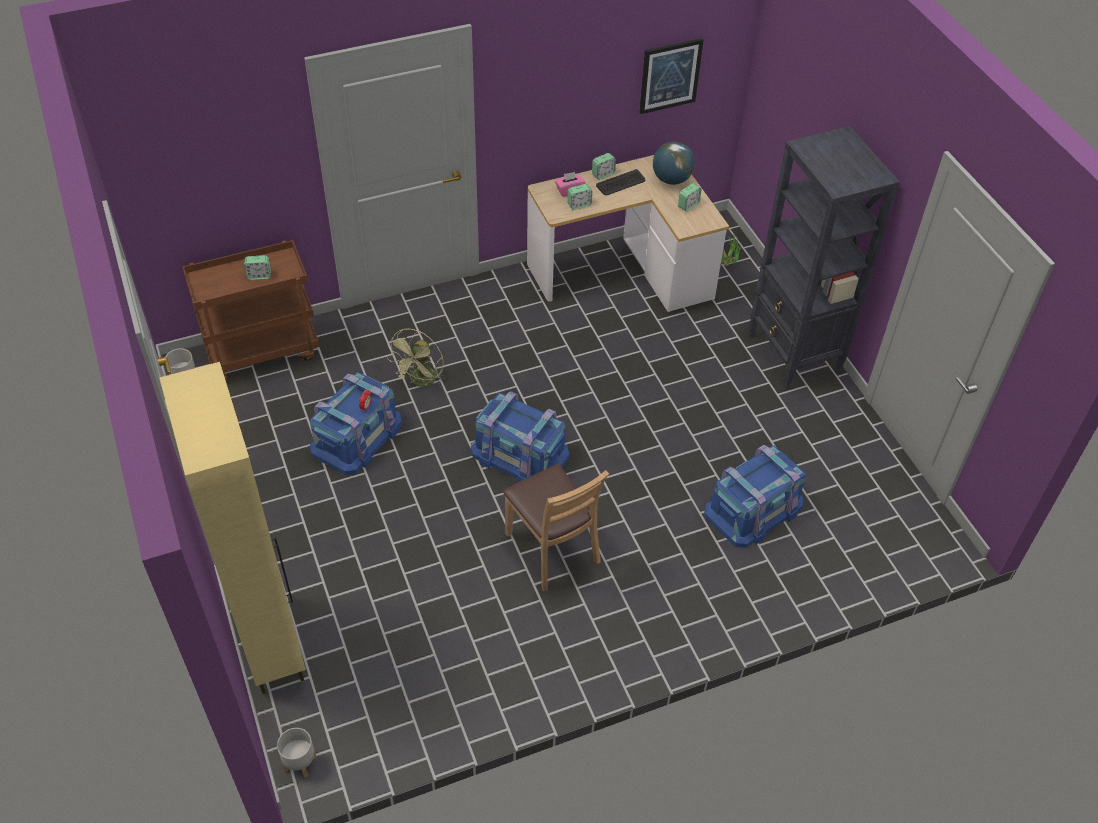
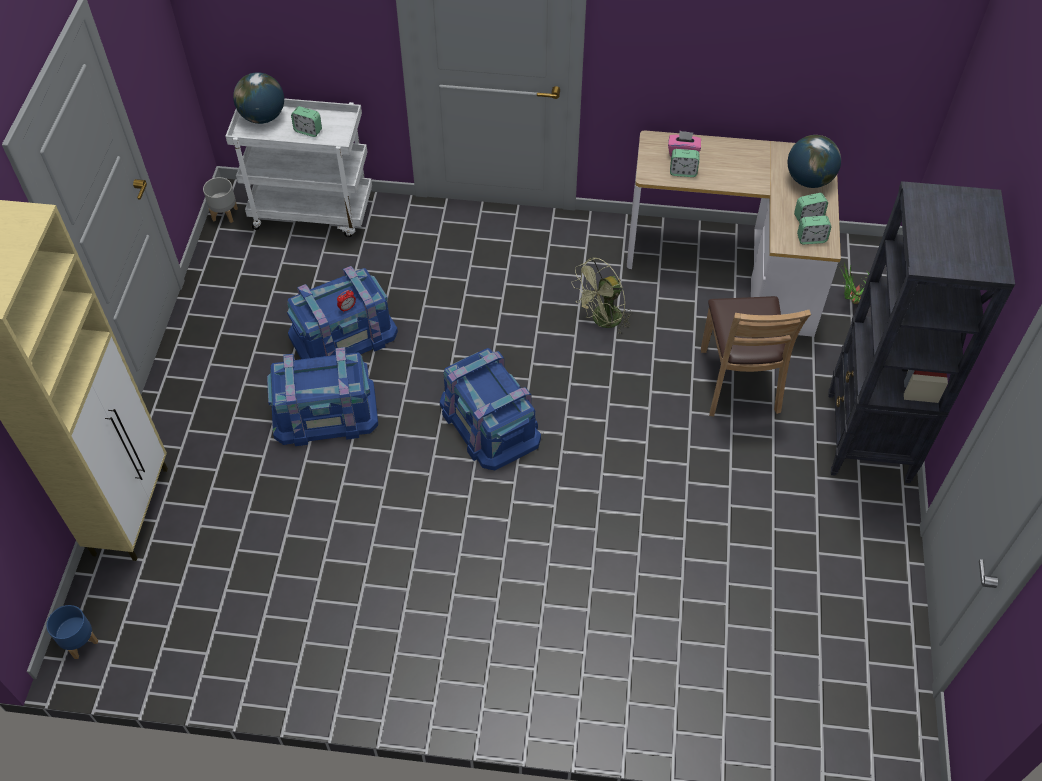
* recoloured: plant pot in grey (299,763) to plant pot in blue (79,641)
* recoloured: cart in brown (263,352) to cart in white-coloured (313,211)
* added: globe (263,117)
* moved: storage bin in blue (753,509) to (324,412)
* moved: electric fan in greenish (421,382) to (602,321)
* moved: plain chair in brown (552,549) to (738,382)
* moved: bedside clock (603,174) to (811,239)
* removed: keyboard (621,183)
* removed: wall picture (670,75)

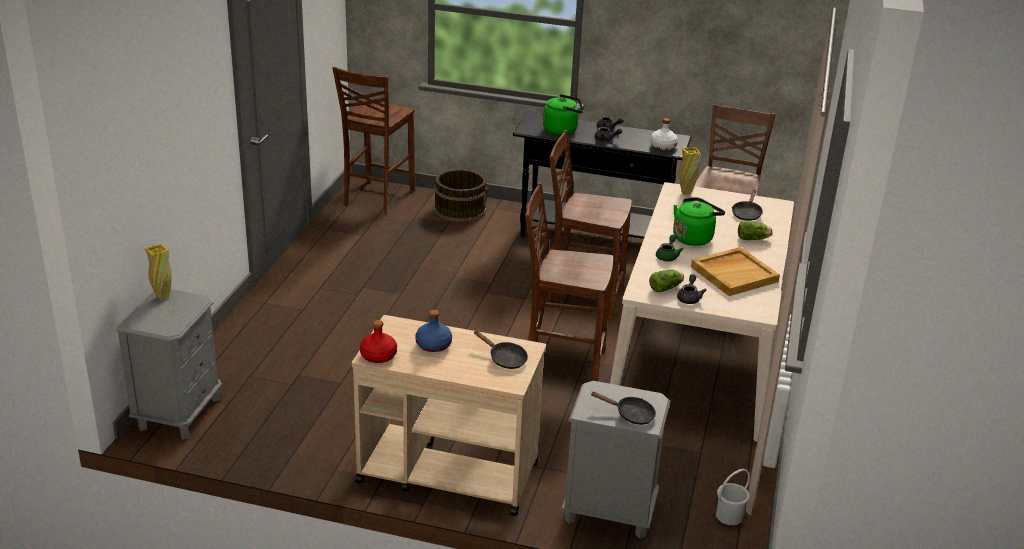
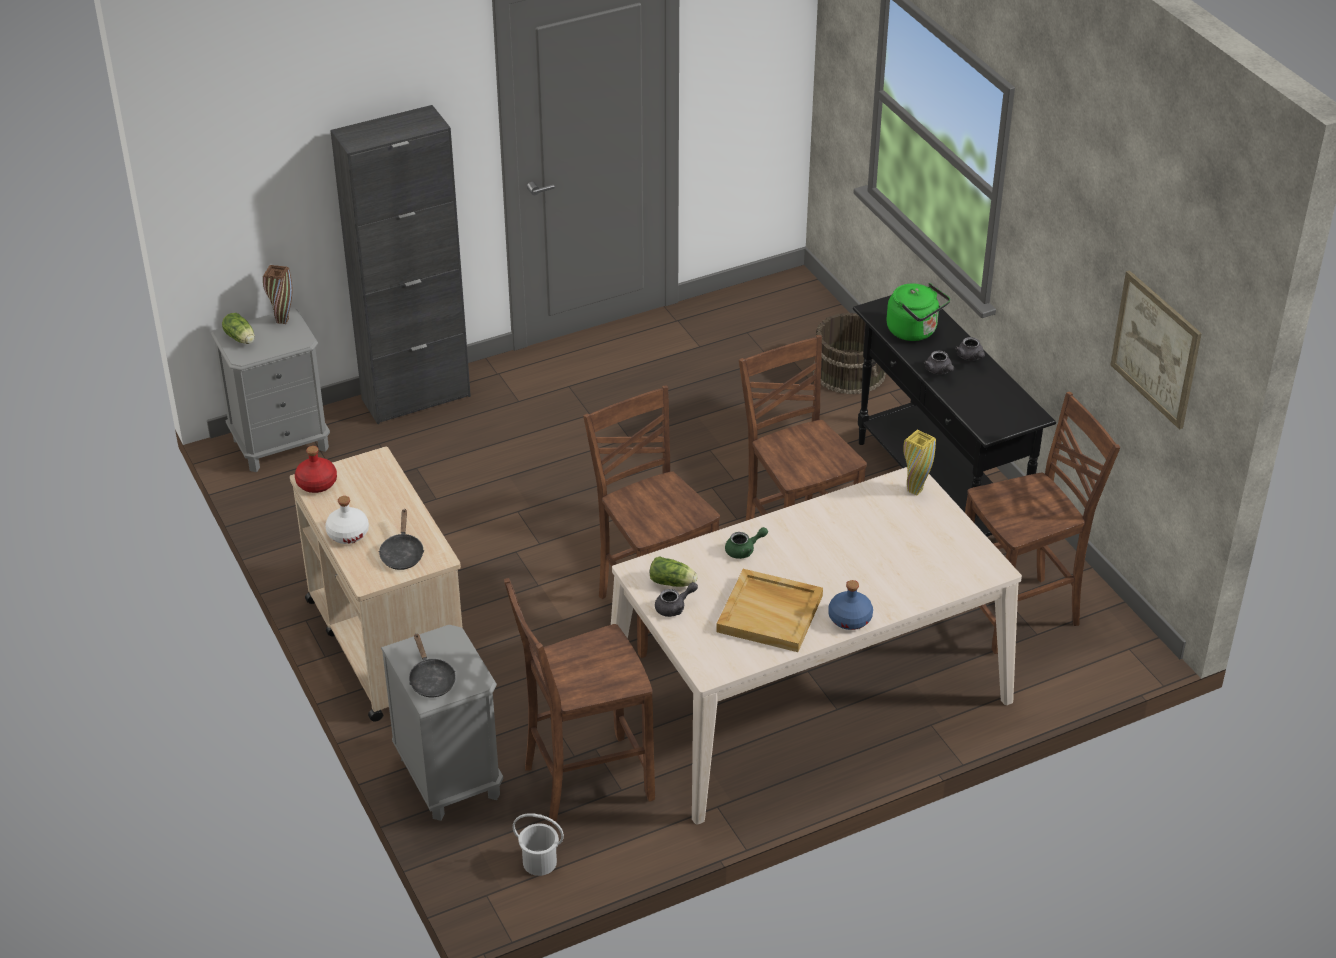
* moved: lettuce head (754,239) to (241,339)
* recoloured: decorative vase in yellowish (162,297) to decorative vase in brown (282,320)
* moved: bottle in white-coloured (662,146) to (348,533)
* added: cabinet in black (416,397)
* moved: plain chair in brown (376,197) to (584,781)
* moved: bottle in blue (434,345) to (850,619)
* added: wall picture (1156,349)
* removed: water kettle in greenish (694,238)
* removed: frying pan in black (747,213)

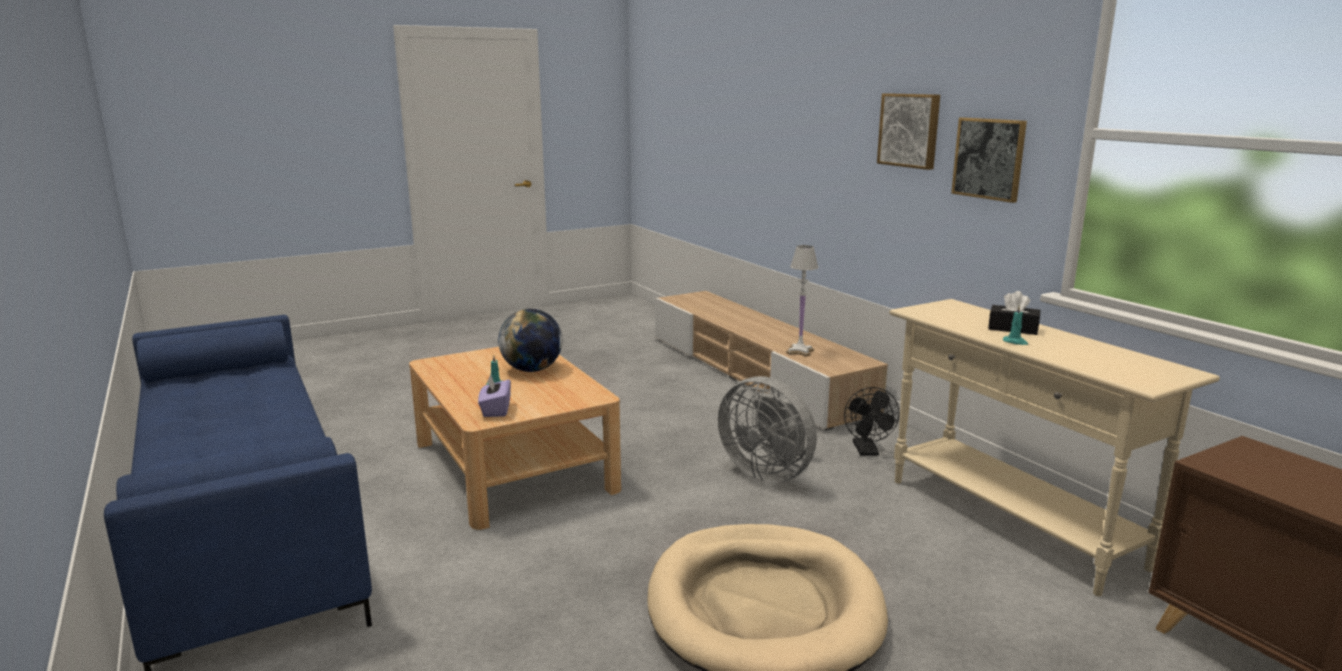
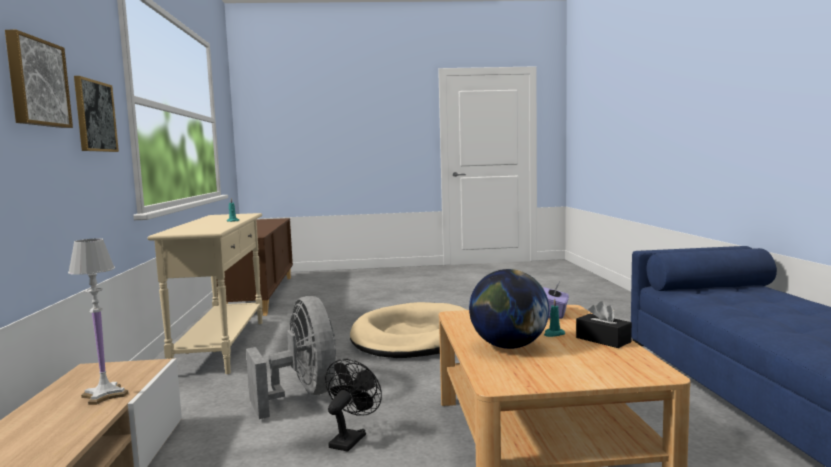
* moved: electric fan in black (867,451) to (350,438)
* moved: box of tissues in black (1013,329) to (603,340)

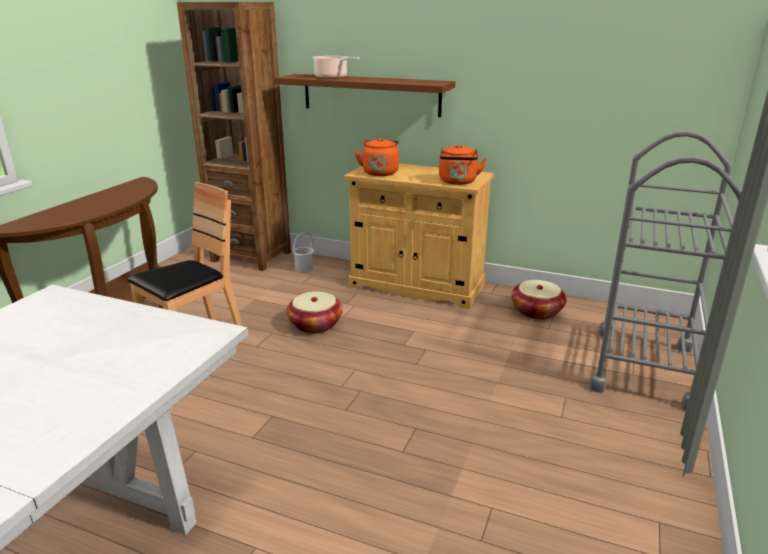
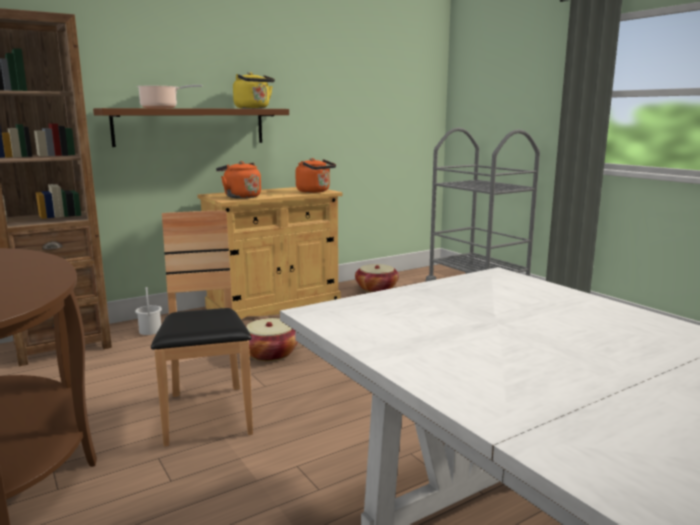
* added: water kettle in yellowish (253,108)

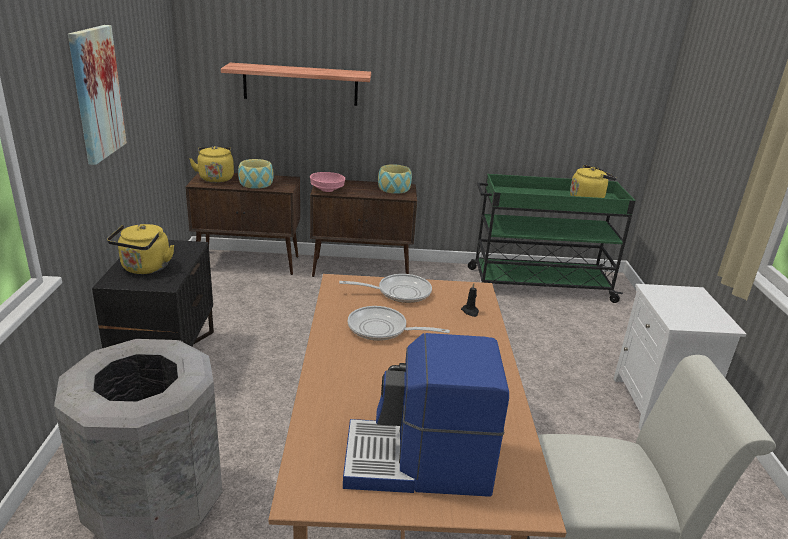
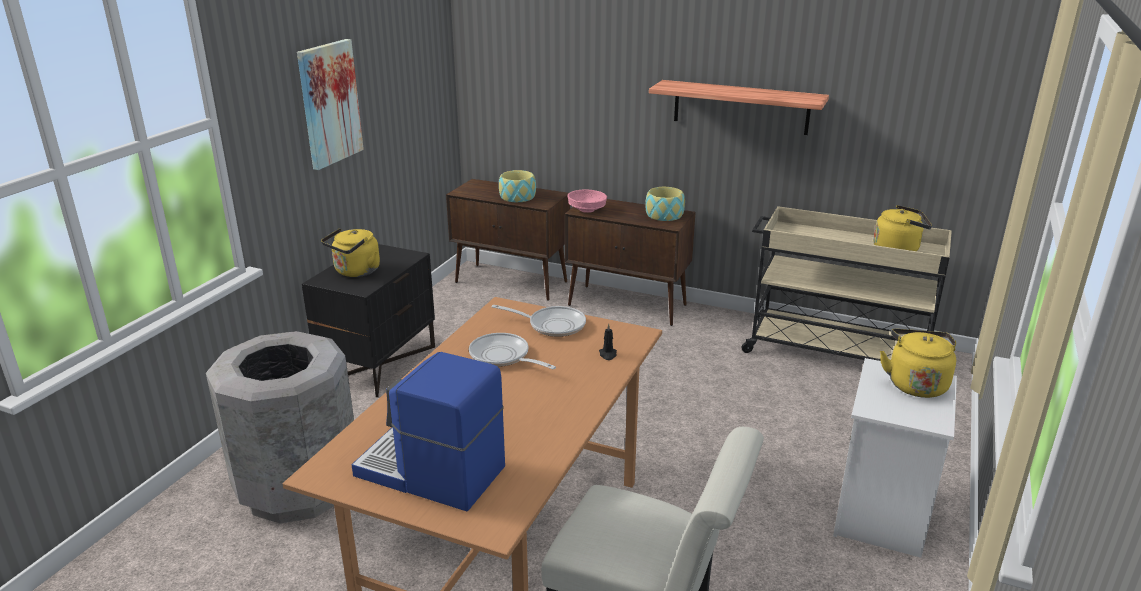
* moved: shelf (300,84) to (741,107)
* recoloured: cart in greenish (538,285) to cart in beige-coloured (835,352)
* moved: water kettle in yellowish (216,178) to (915,383)

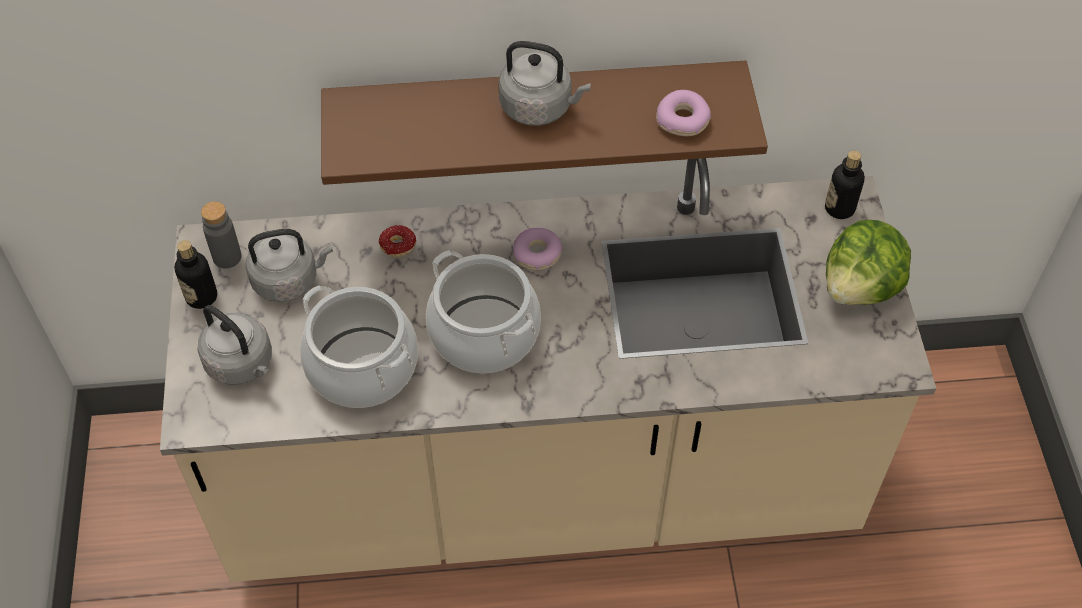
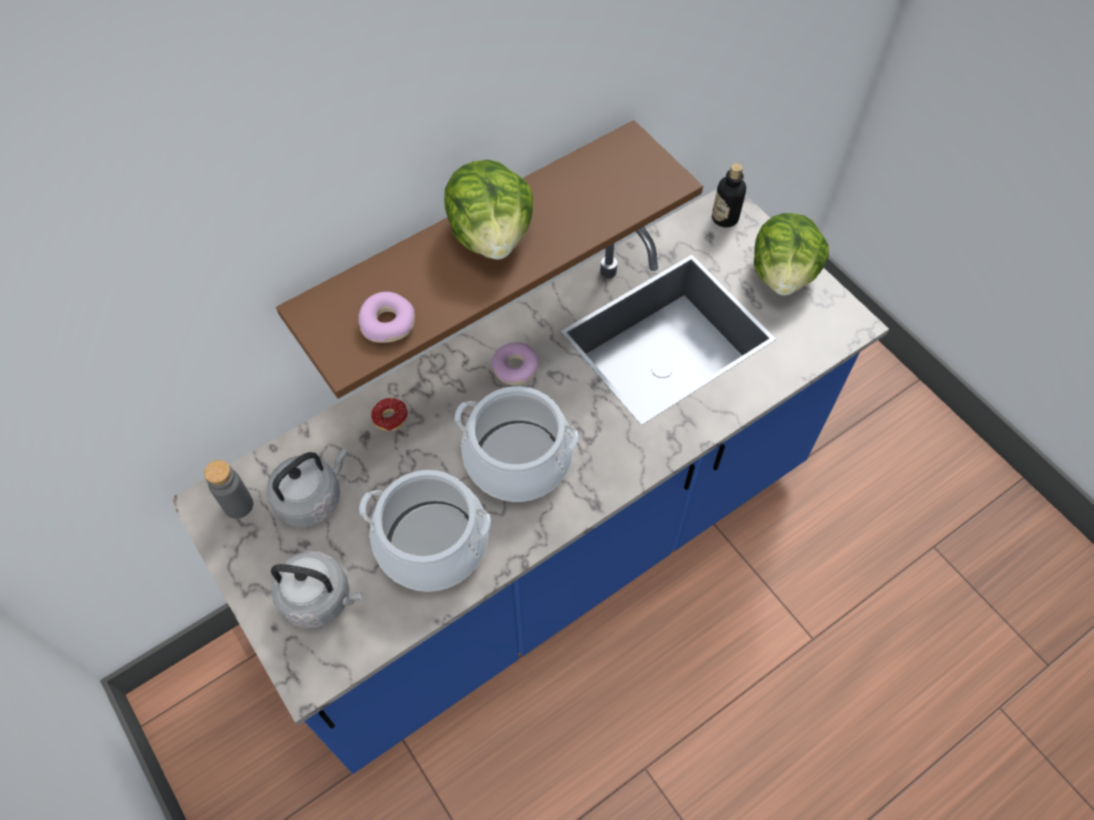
* recoloured: kitchen base unit in beige-coloured (541,484) to kitchen base unit in blue (547,549)
* moved: ring doughnut (683,120) to (388,323)
* replaced: water kettle in grey (540,107) to lettuce head (491,236)
* removed: bottle (201,296)

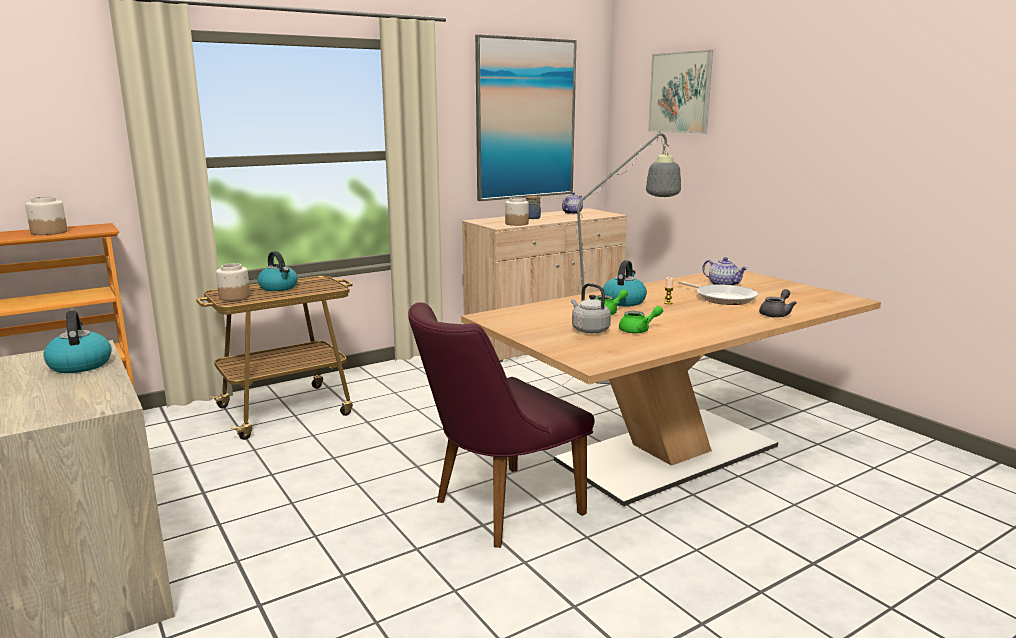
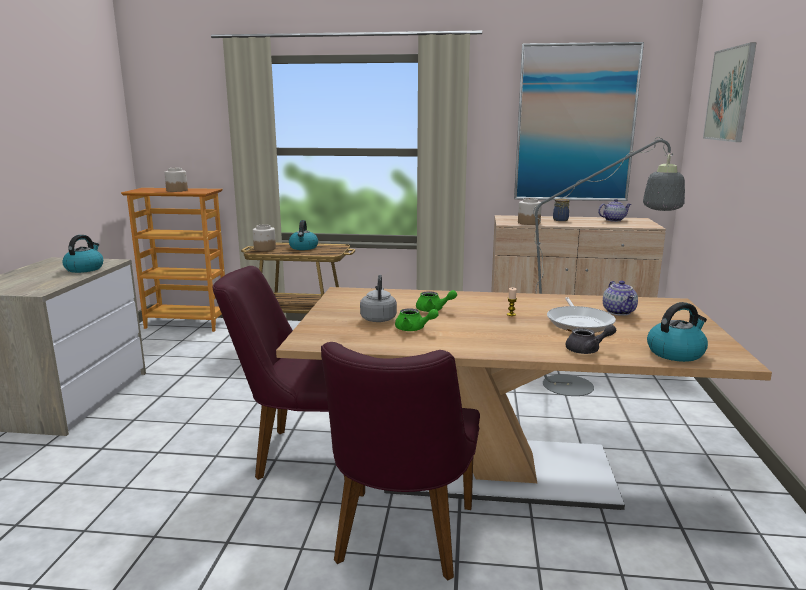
* added: plain chair in purplish (400,542)
* moved: water kettle (623,301) to (675,353)

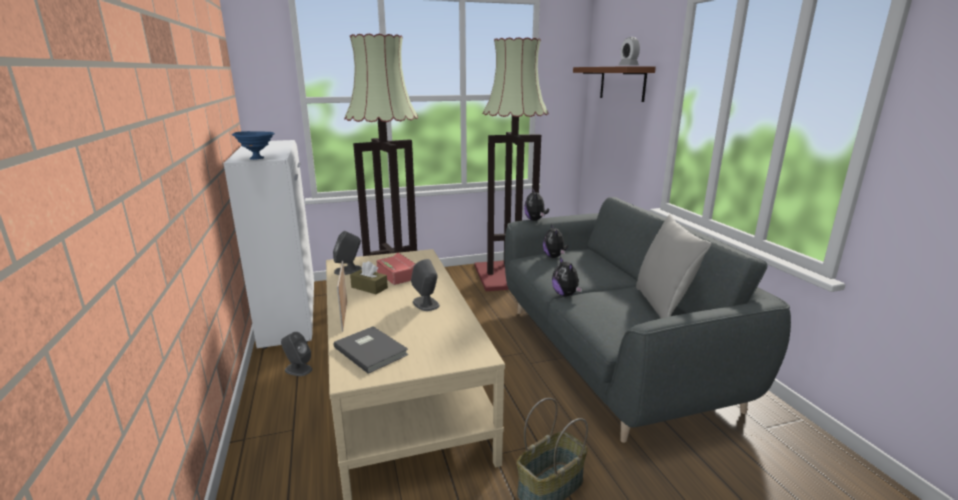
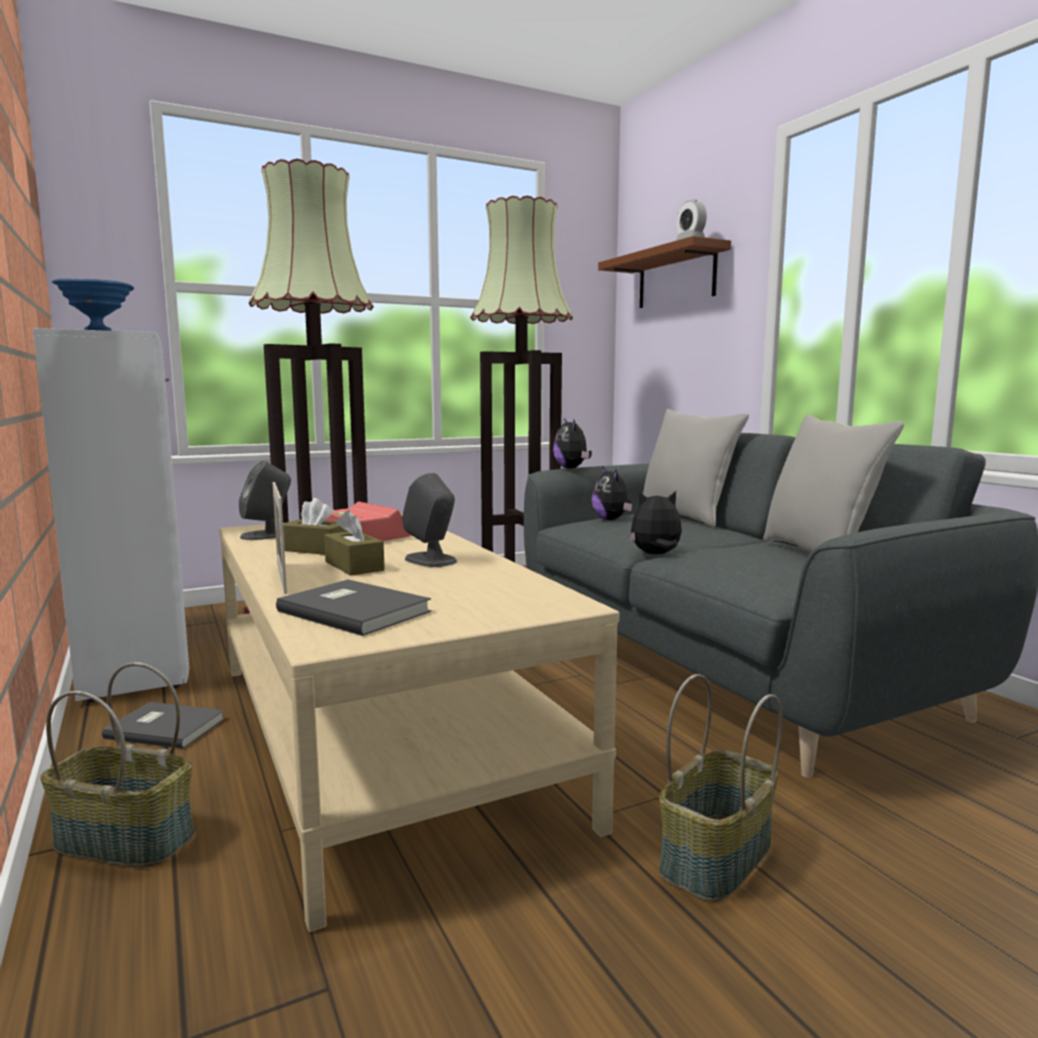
* added: storage basket (122,841)
* replaced: loudspeaker in grey (298,369) to volume in grey (166,727)
* added: box of tissues in brown (354,566)
* turned: cuddly toy (566,294) = (656,555) 120 degrees clockwise
* added: pillow in grey (686,517)

